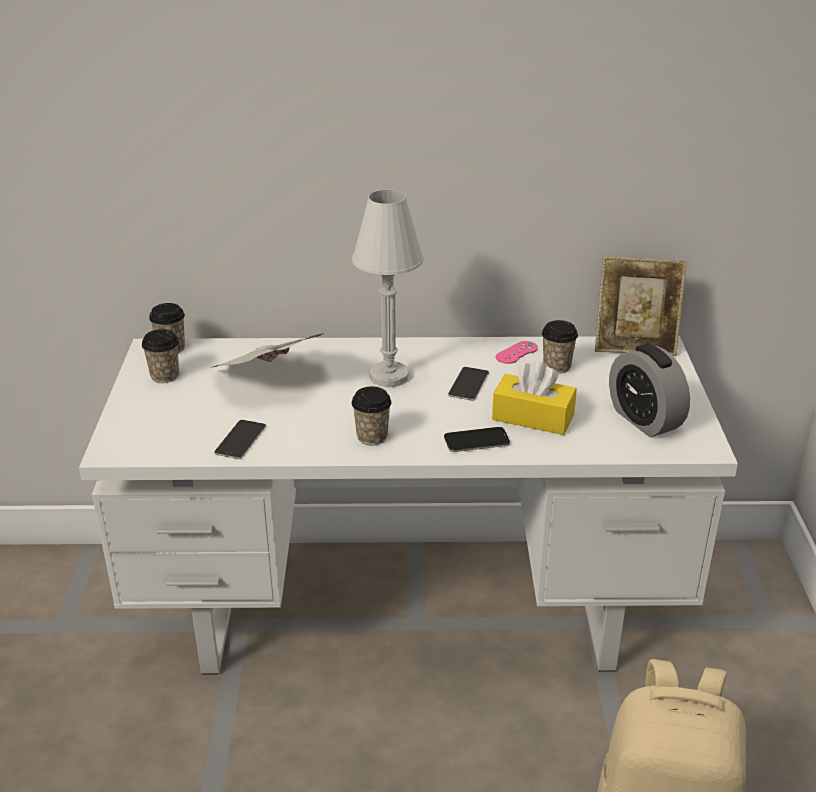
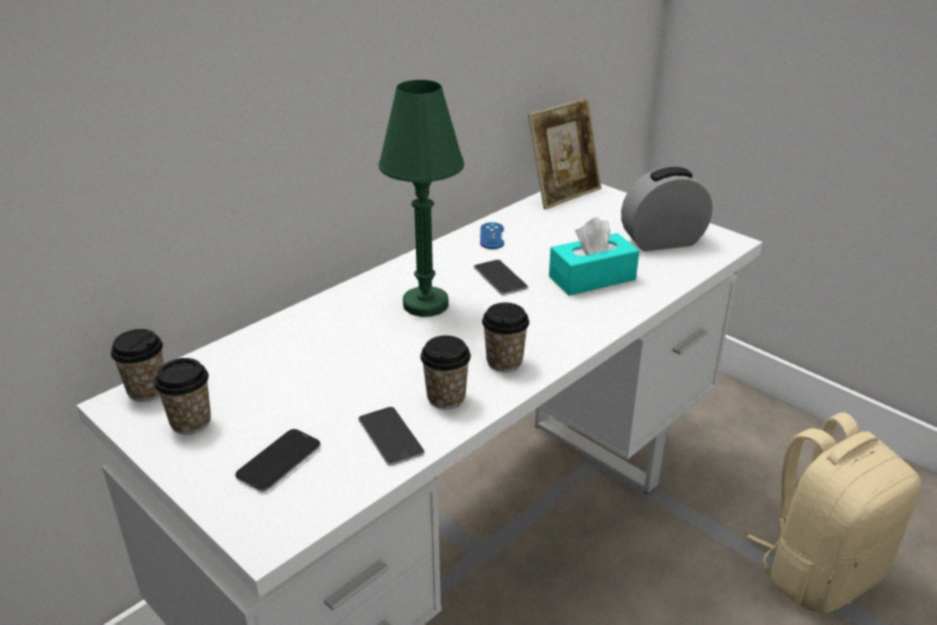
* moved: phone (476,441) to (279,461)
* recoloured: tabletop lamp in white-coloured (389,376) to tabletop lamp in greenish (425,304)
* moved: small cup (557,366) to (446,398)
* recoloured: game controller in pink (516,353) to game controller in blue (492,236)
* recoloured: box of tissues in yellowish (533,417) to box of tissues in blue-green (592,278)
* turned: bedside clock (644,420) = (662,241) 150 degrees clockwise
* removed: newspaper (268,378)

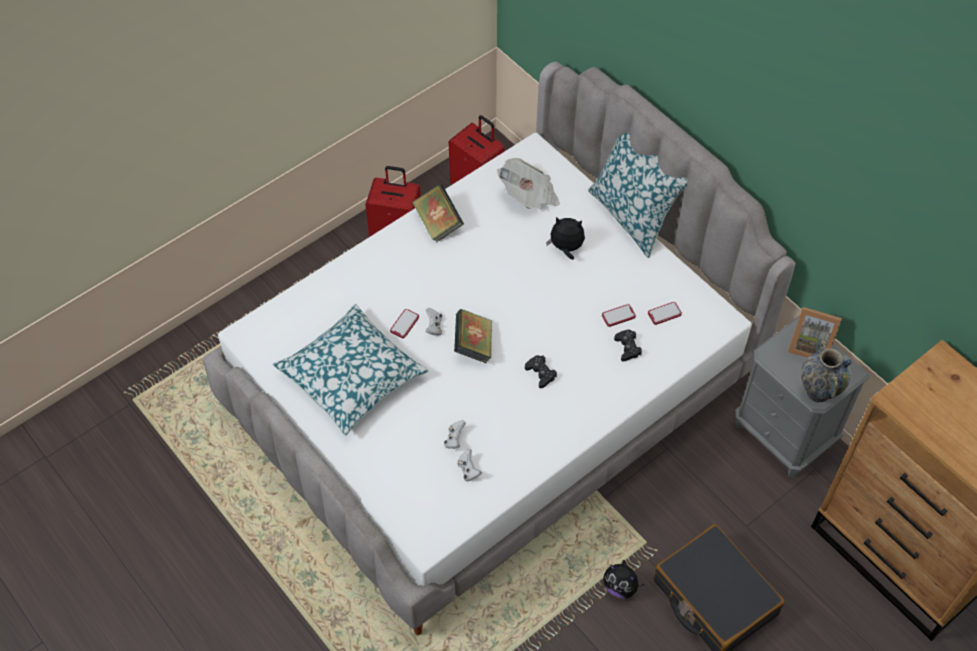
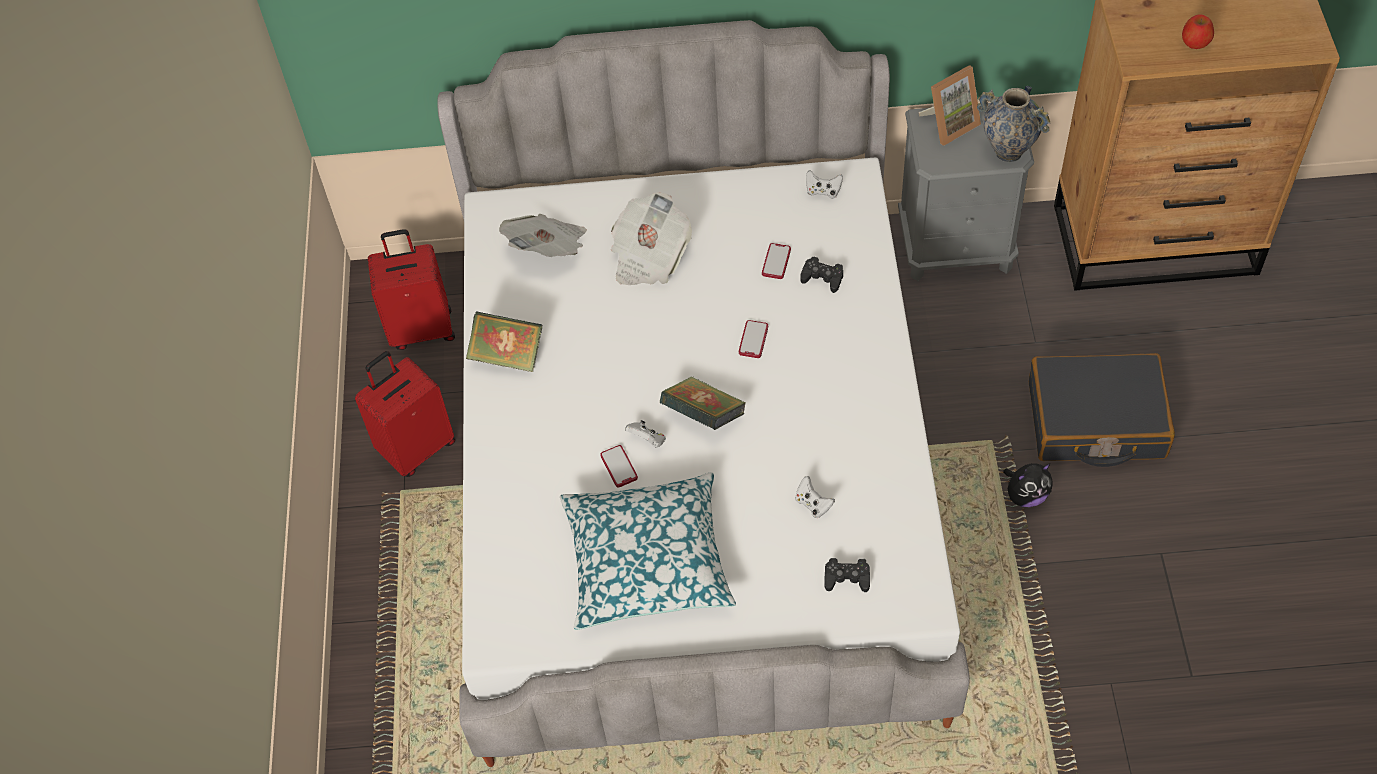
* replaced: cuddly toy (566,248) to newspaper (649,256)
* moved: phone (664,314) to (753,340)
* moved: game controller in white-coloured (468,470) to (823,191)
* moved: game controller in black (540,373) to (847,578)
* added: apple fruit (1195,41)
* removed: pillow (632,216)

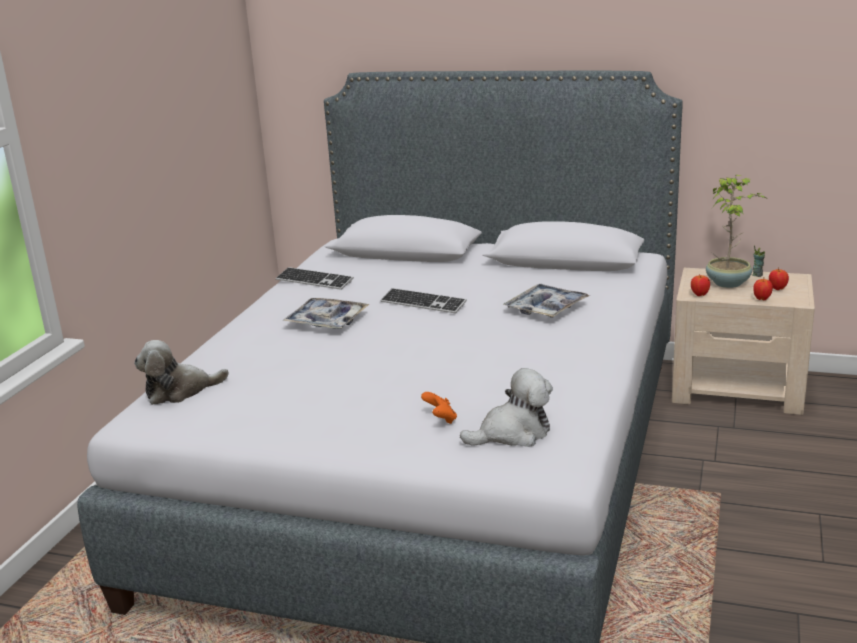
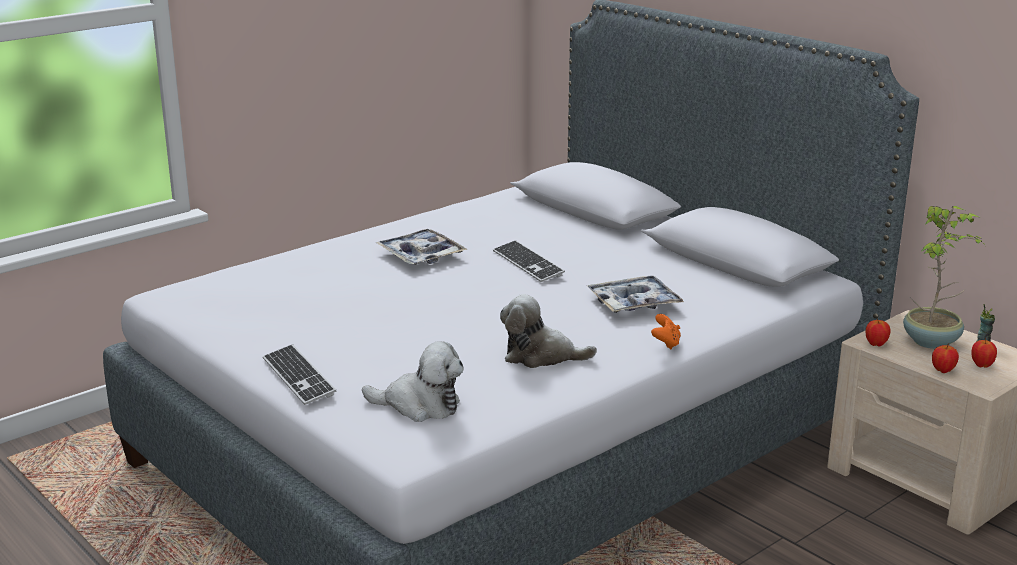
* moved: keyboard (314,281) to (298,377)
* moved: cuddly toy (179,391) to (541,356)
* moved: game controller in orangey (440,419) to (665,343)

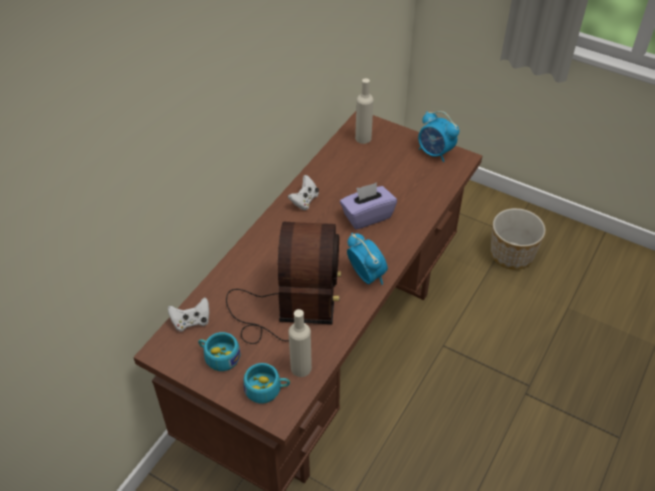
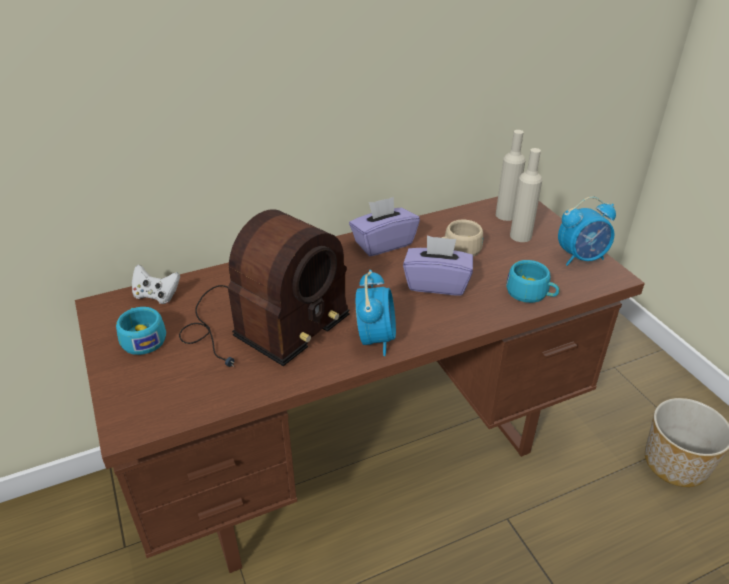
* replaced: game controller in white-coloured (304,201) to box of tissues in purplish (383,243)
* added: small cup in beige-coloured (458,250)
* moved: small cup in blue-green (267,389) to (531,294)
* moved: bottle in beige-coloured (301,368) to (520,236)
* turned: bedside clock (435,153) = (581,258) 90 degrees counterclockwise

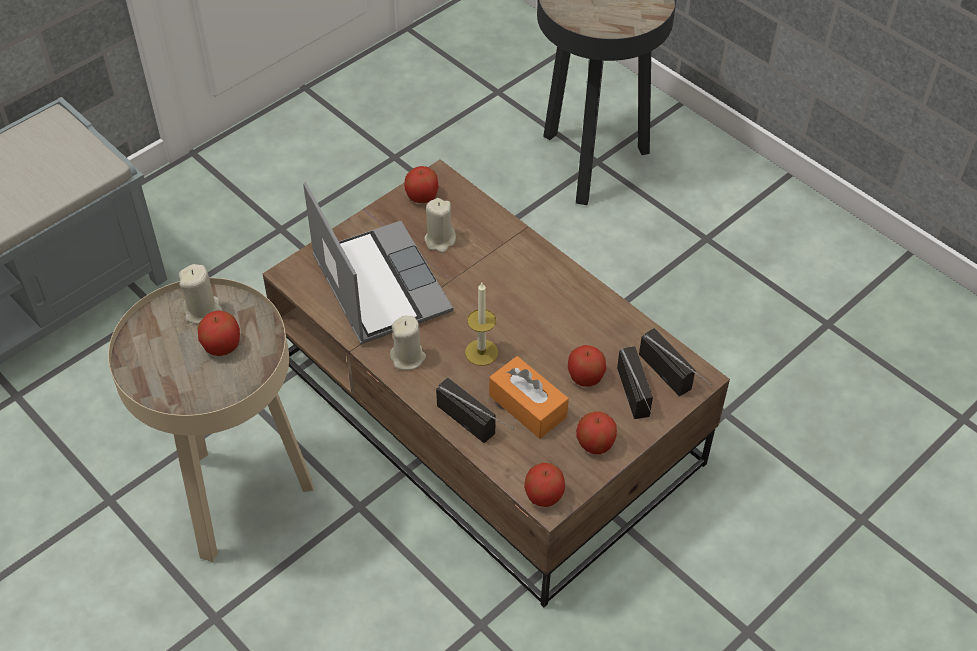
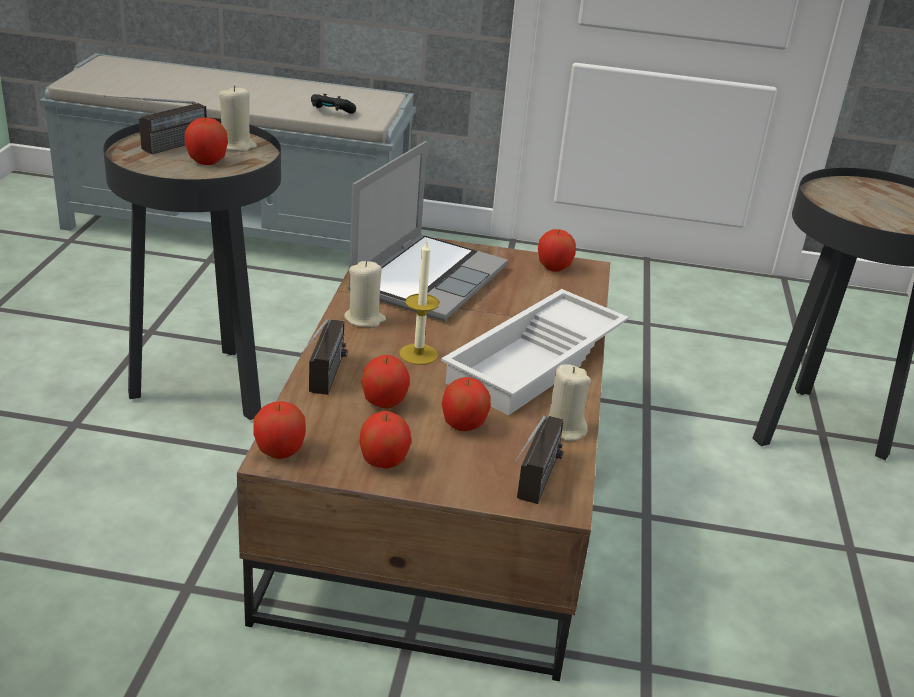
* moved: radio receiver (639,406) to (160,149)
* recoloured: side table in beige-coloured (238,499) to side table in black (206,388)
* added: game controller in black (331,113)
* replaced: box of tissues in orangey (527,406) to apple fruit (384,402)
* added: carrying tray in white-coloured (537,362)
* moved: wax candle in beige-coloured (440,240) to (563,430)

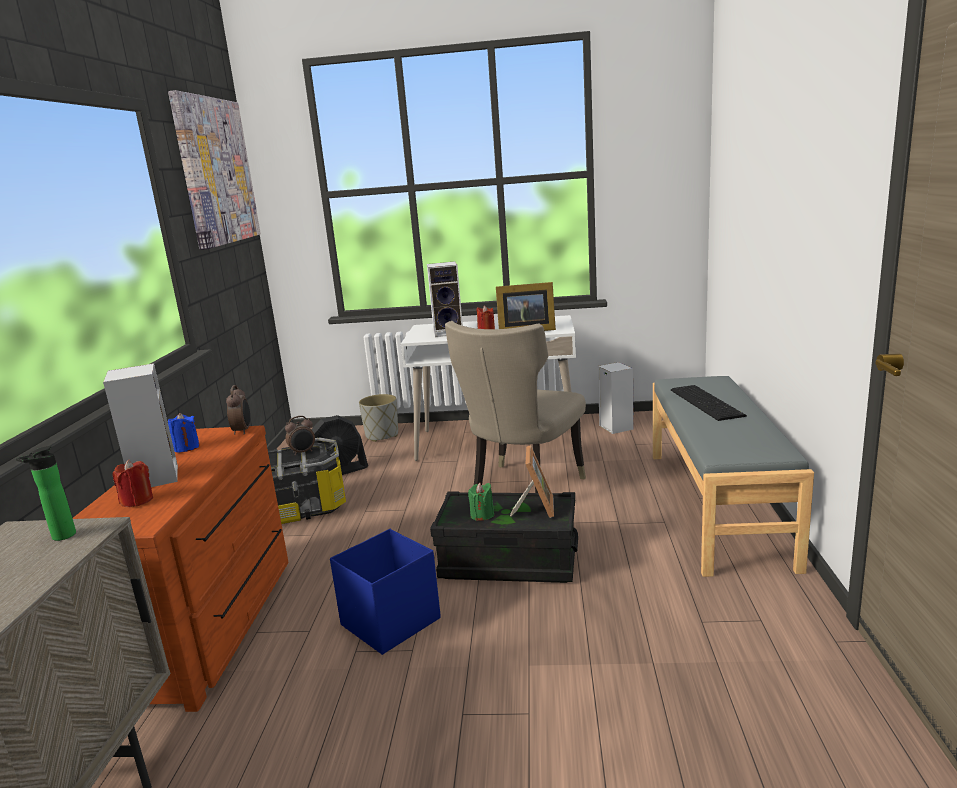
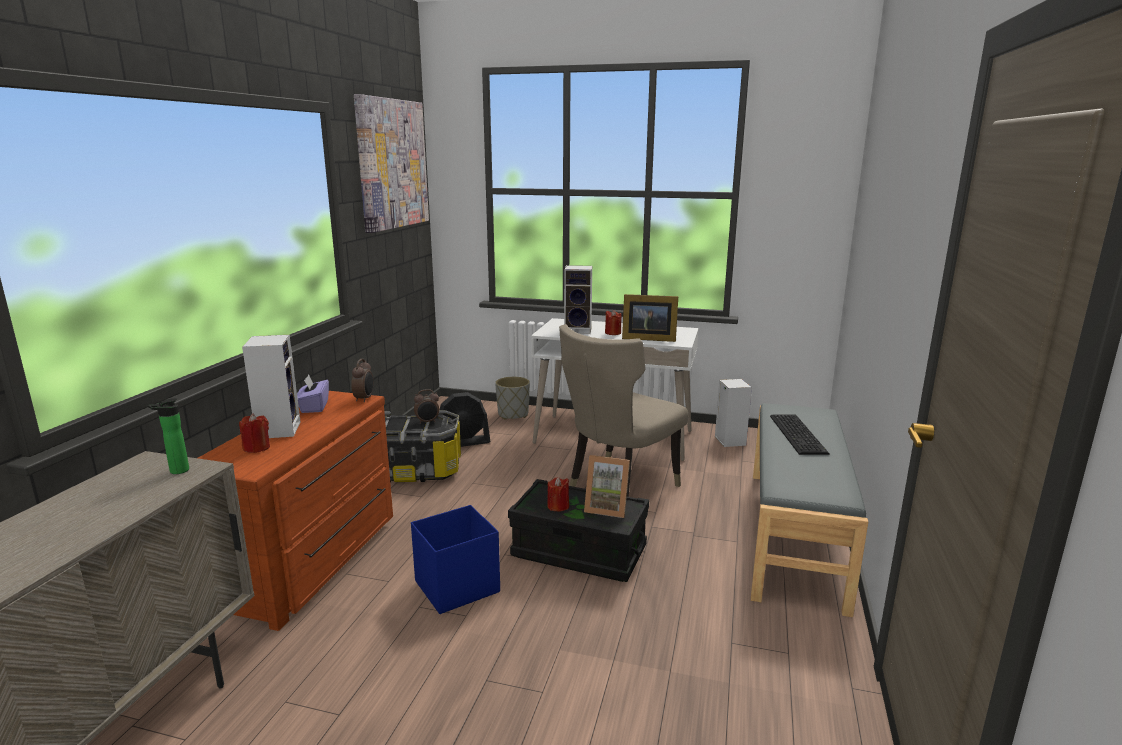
* replaced: wax candle in blue (186,448) to box of tissues in purplish (314,407)
* recoloured: wax candle in greenish (482,515) to wax candle in red-coloured (558,506)
* turned: photo frame (535,507) = (607,508) 90 degrees clockwise

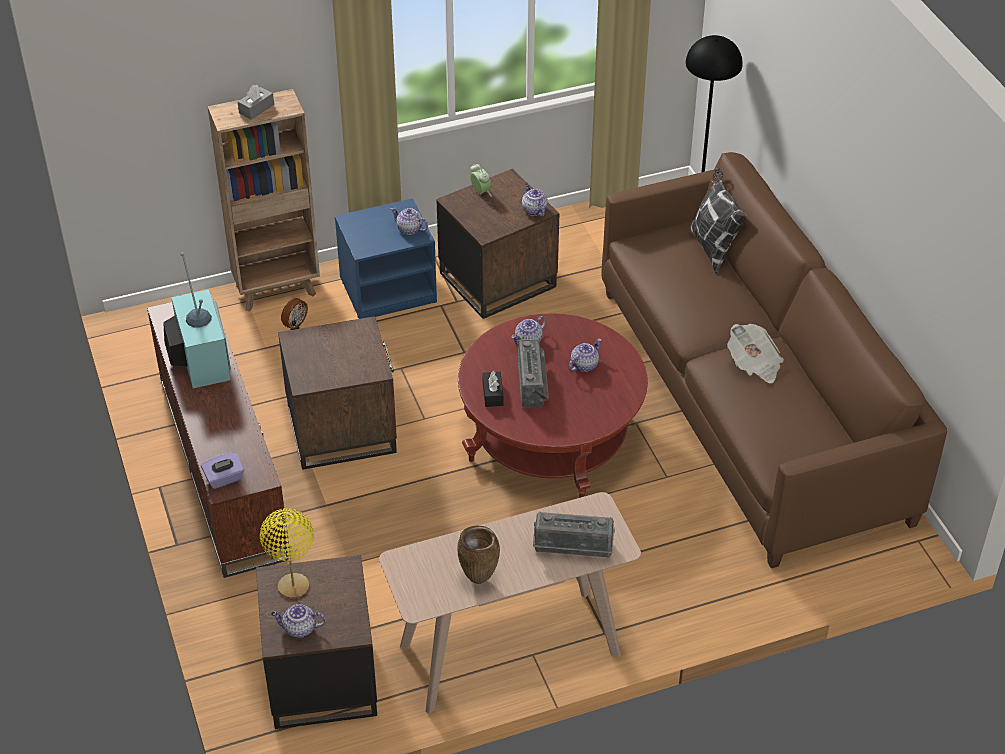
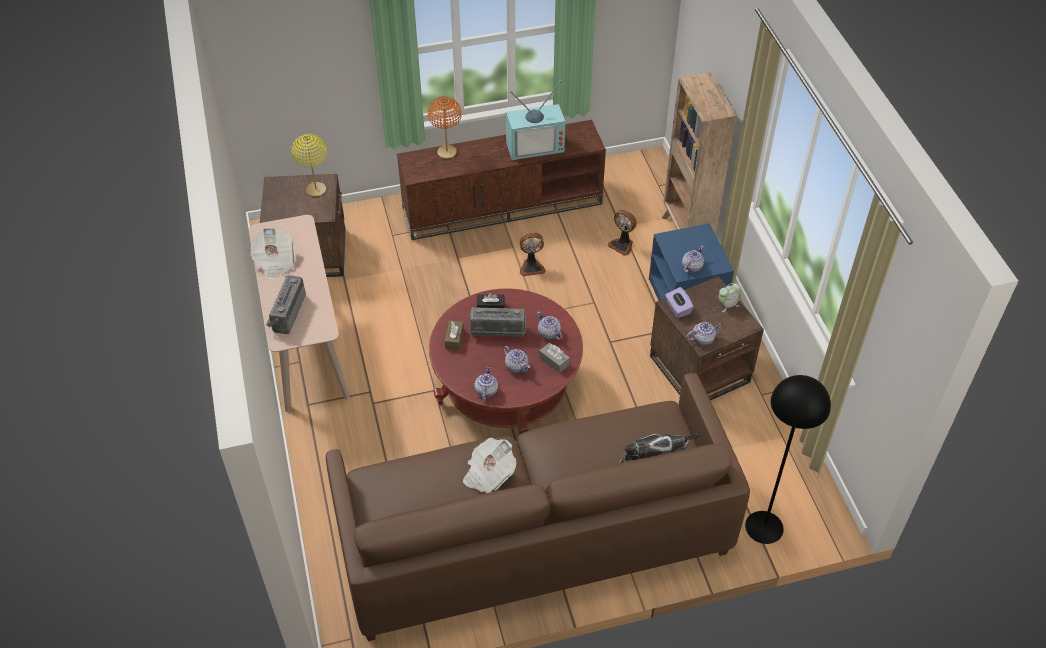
* replaced: decorative vase in brown (479,579) to newspaper (275,262)
* added: tabletop lamp in orangey (446,152)
* added: box of tissues in brown (454,339)
* moved: tea pot (299,629) to (486,390)
* replaced: side table in brown (341,428) to electric fan (531,267)
* moved: box of tissues in grey (256,109) to (554,361)
* moved: box of tissues in purplish (224,479) to (678,309)

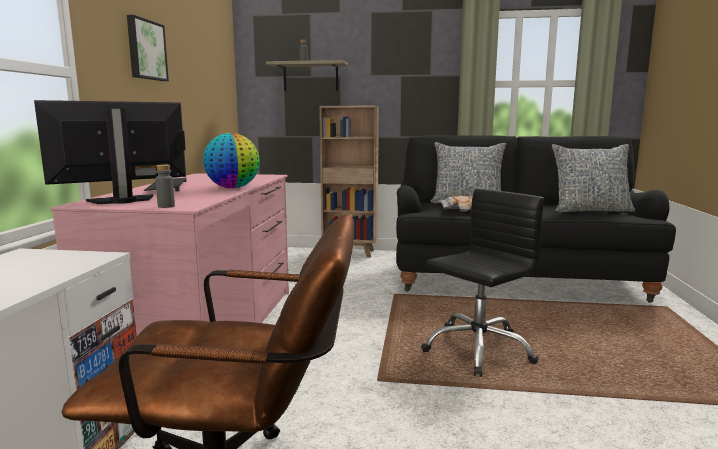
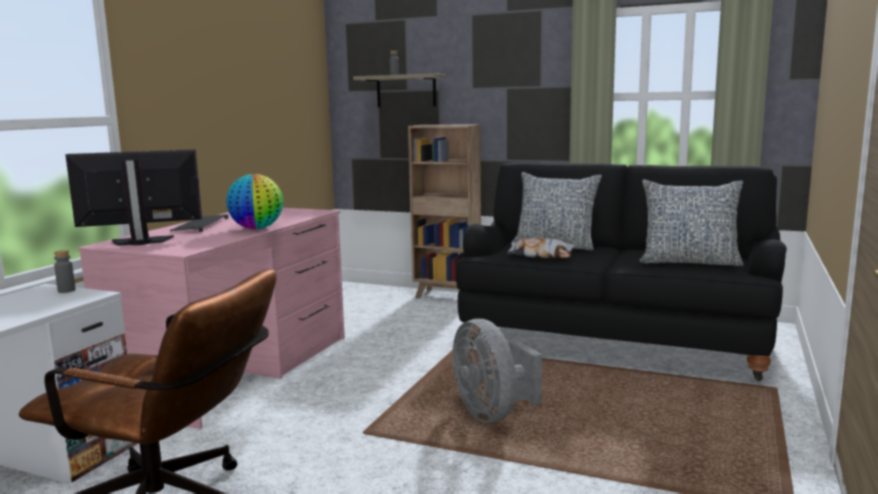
* moved: bottle in grey (166,206) to (66,290)
* replaced: computer chair in black (477,349) to electric fan in grey (493,413)
* removed: wall picture (145,50)

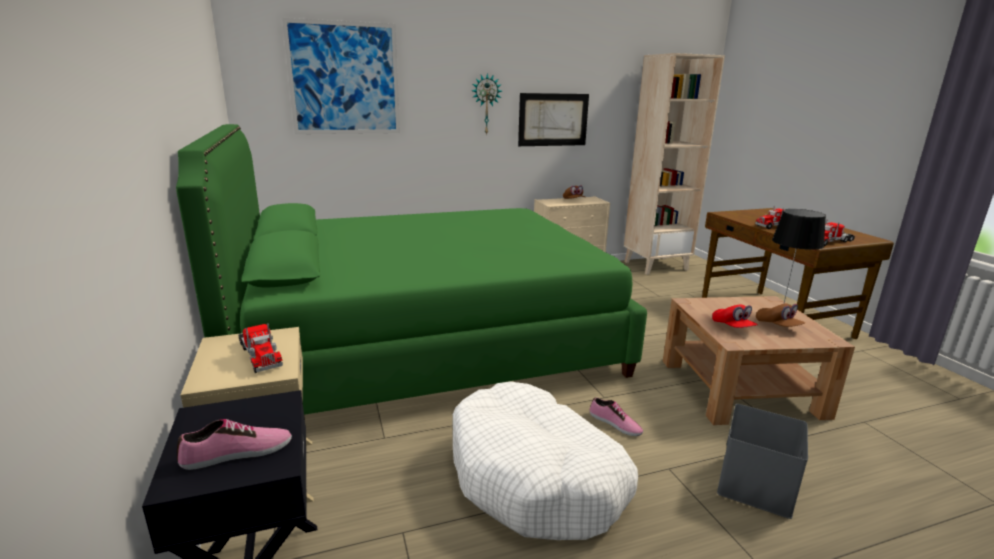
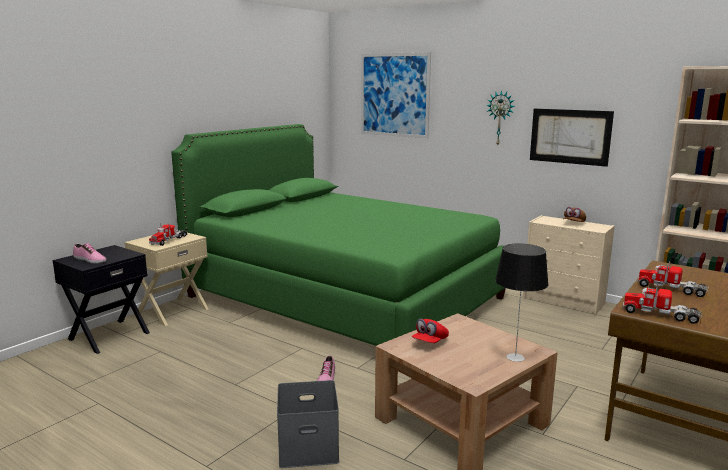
* removed: dog cushion in white-coloured (536,477)
* removed: peaked cap in brown (778,326)

